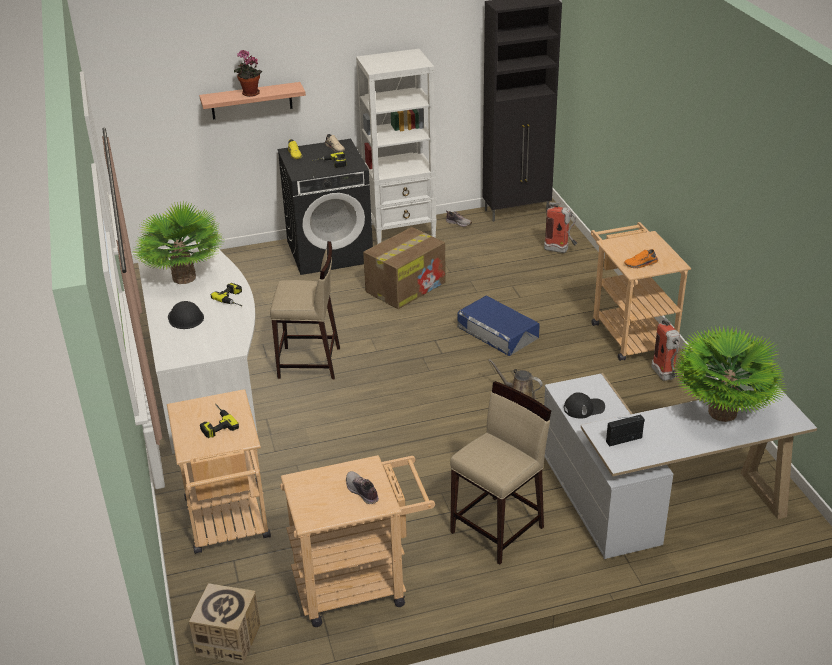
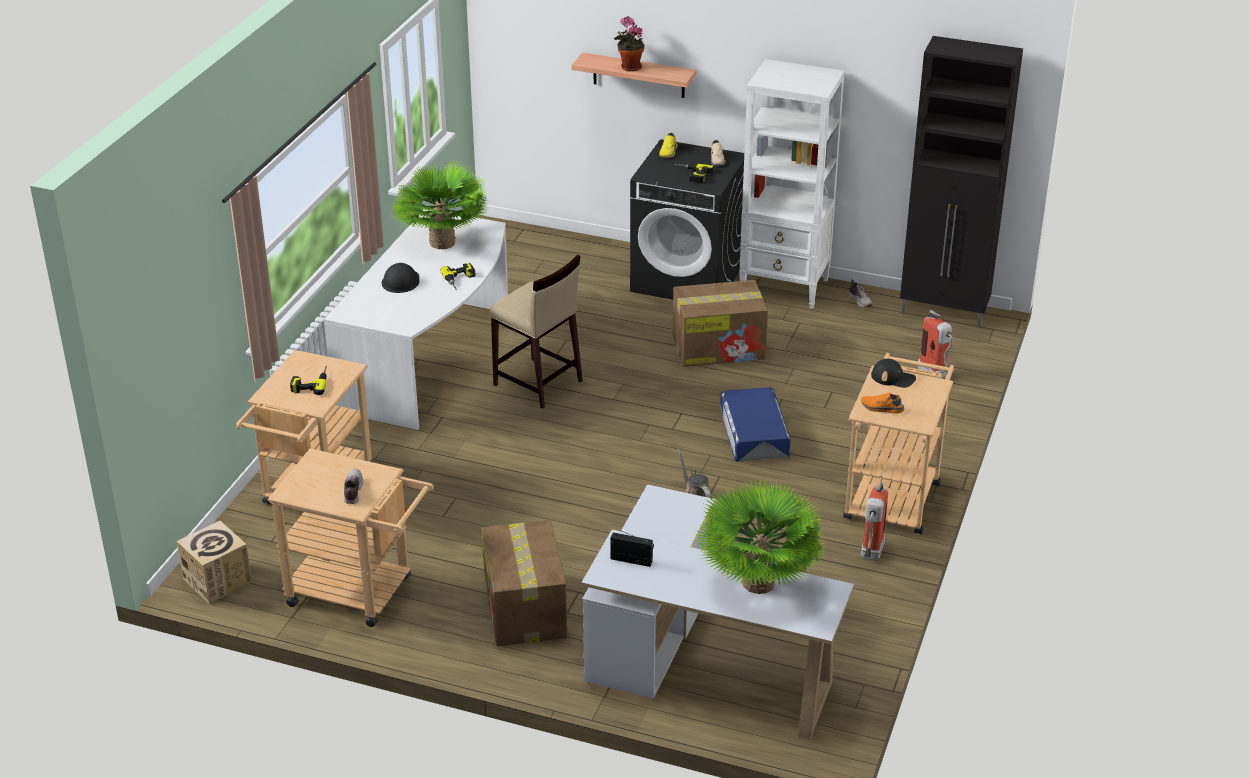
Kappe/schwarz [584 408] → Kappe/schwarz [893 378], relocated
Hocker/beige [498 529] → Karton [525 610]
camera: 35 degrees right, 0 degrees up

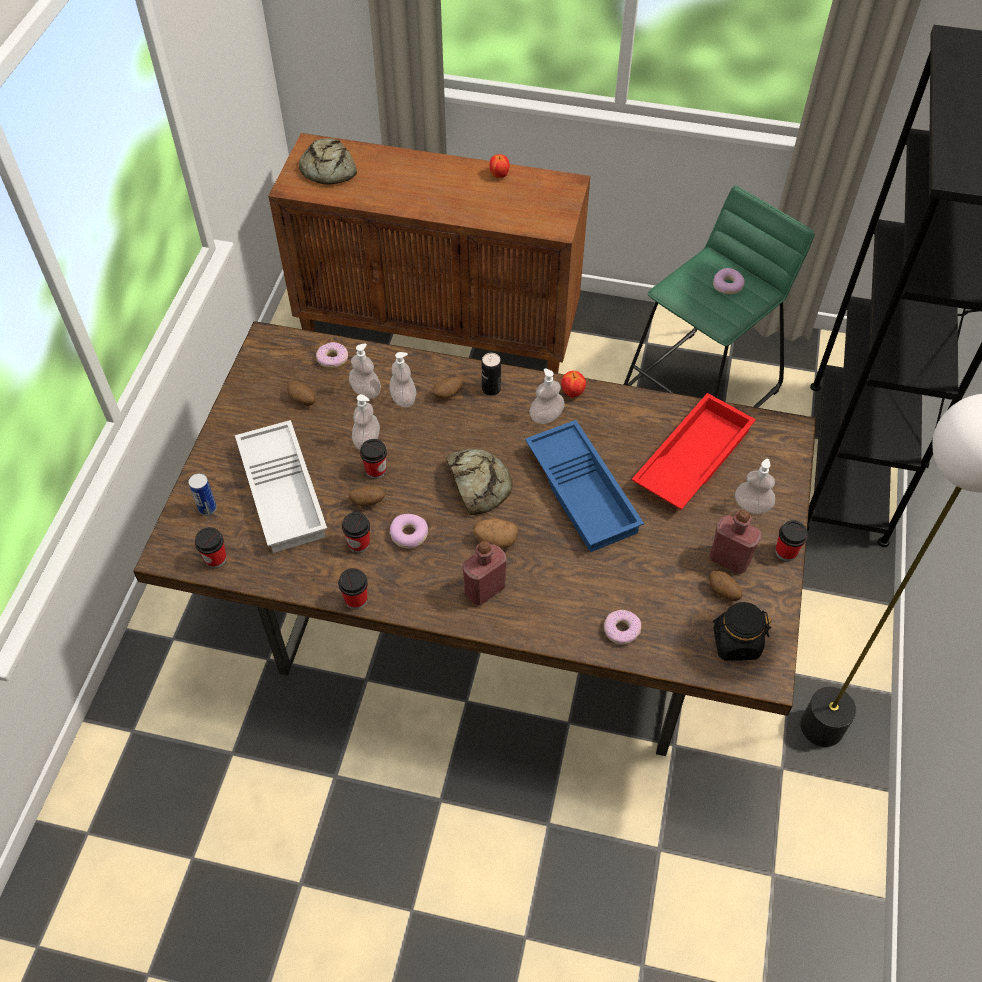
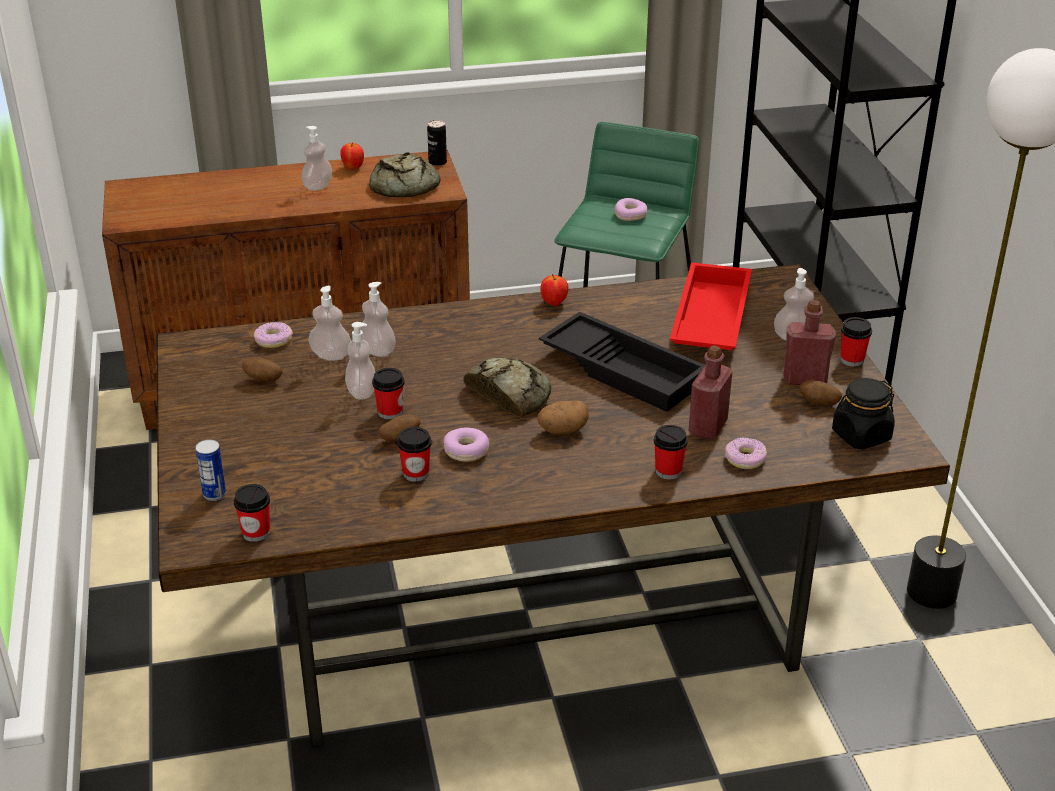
Tablett/weiß [285 492] → -
Kartoffel [448 394] → -
Brot [328 169] → Brot [402 186], relocated
Tasse [356 600] → Tasse [668 471], relocated
Flasche/rot [484 589] → Flasche/rot [708 427], relocated
Dose [491 389] → Dose [437 162], relocated
Seifenspender [546 416] → Seifenspender [318 186], relocated
Tablett/blau [584 491] → Tablett/schwarz [624 370]
camera: 25 degrees left, 20 degrees down

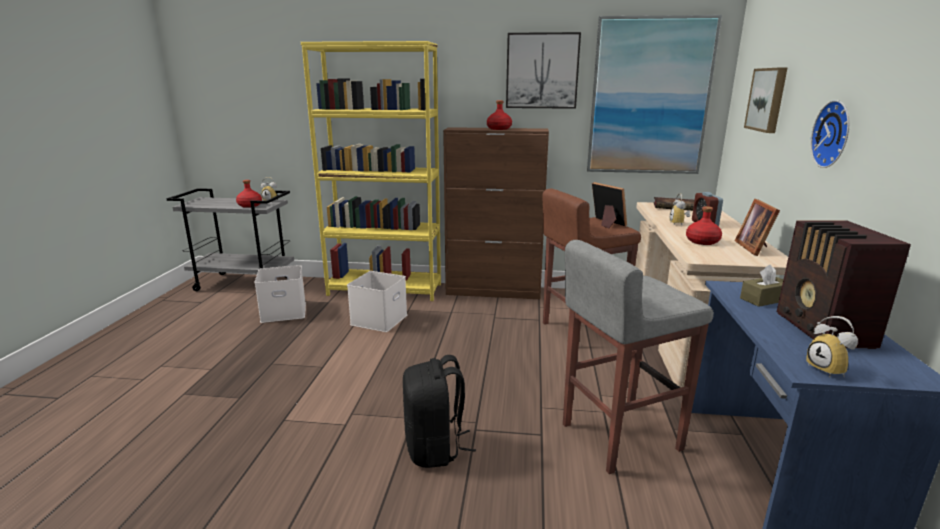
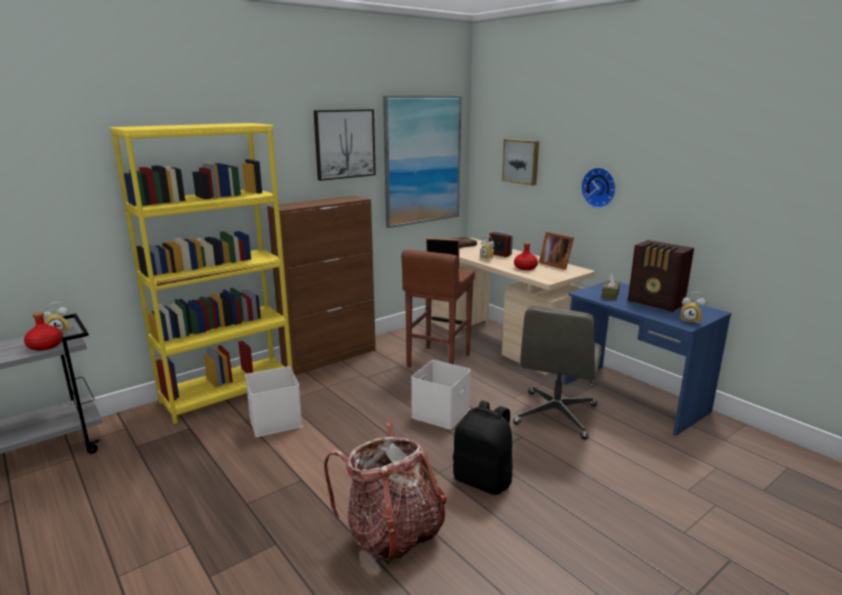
Flasche/rot [499 129] → -
- → Rucksack [392 533]
Aufbewahrungsbox/weiß [284 311] → Aufbewahrungsbox/weiß [440 412], relocated
Hocker/grau [618 436] → Bürostuhl/grau [556 415]
camera: 45 degrees left, 0 degrees up

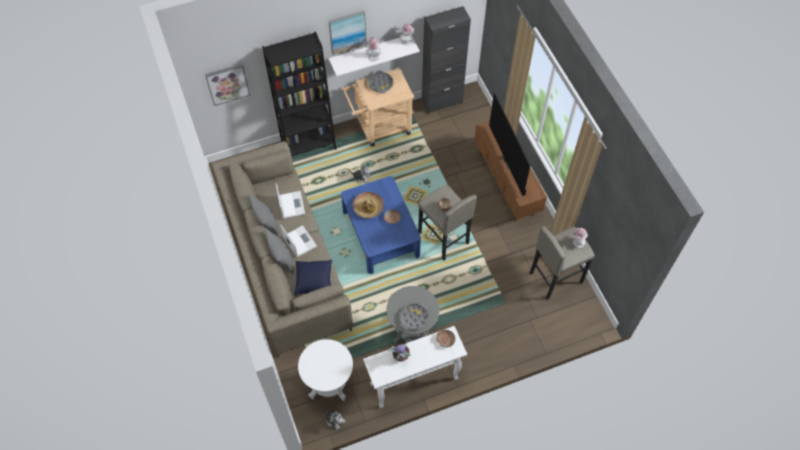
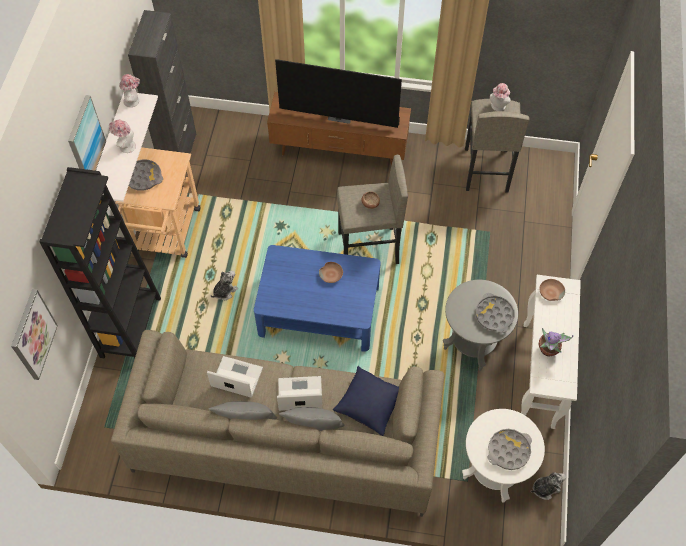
Hut [368 207] → -
- → Tablett/grau [508 450]
camera: 60 degrees left, 0 degrees up

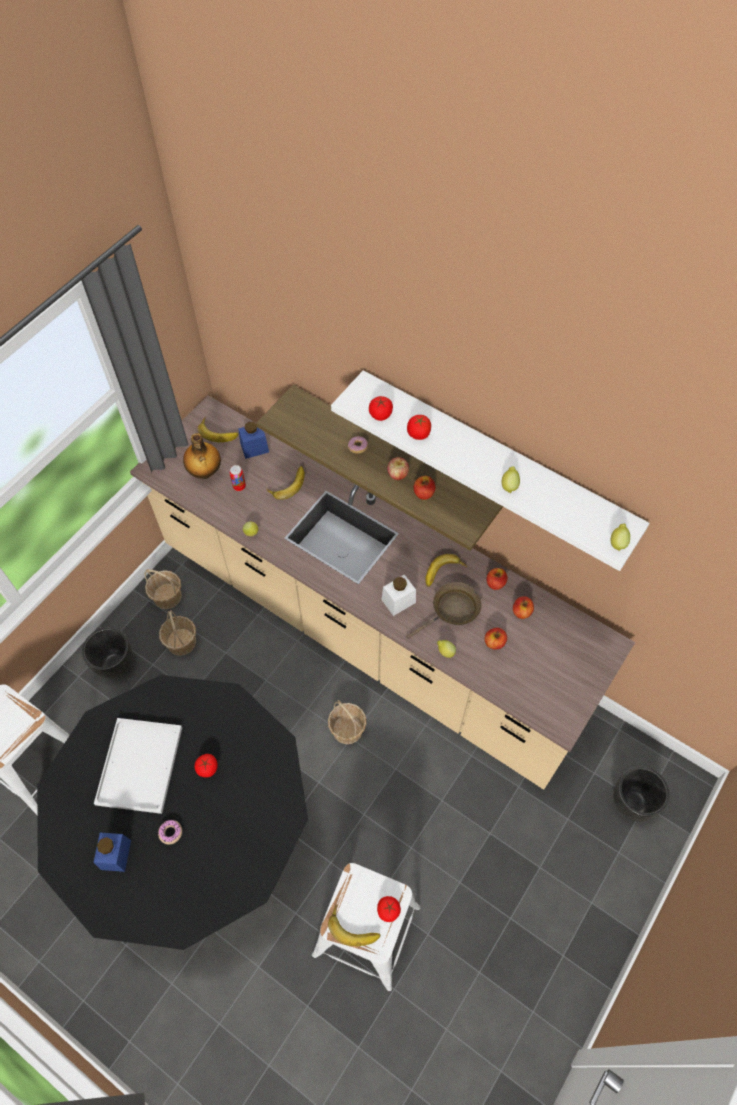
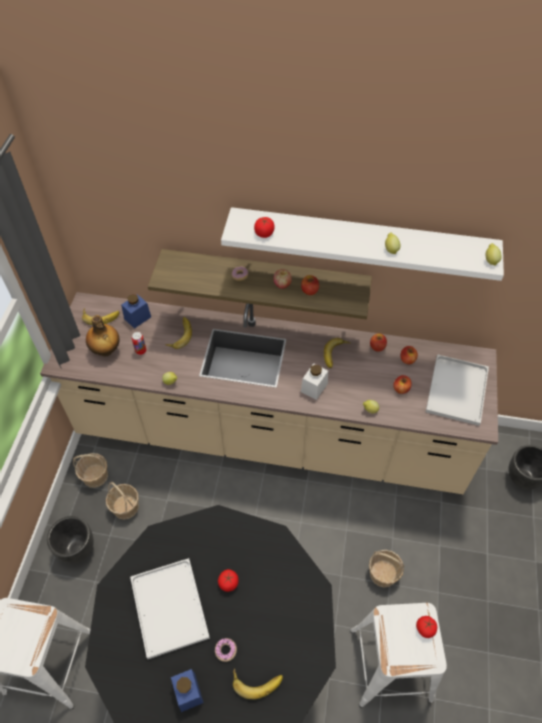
Pfanne/braun [452 610] → -
Tomate [418 434] → -
- → Tablett/weiß [456 389]
Korb [347 729] → Korb [383 573], relocated
Banane [354 926] → Banane [257 679], relocated
camera: 25 degrees left, 5 degrees down

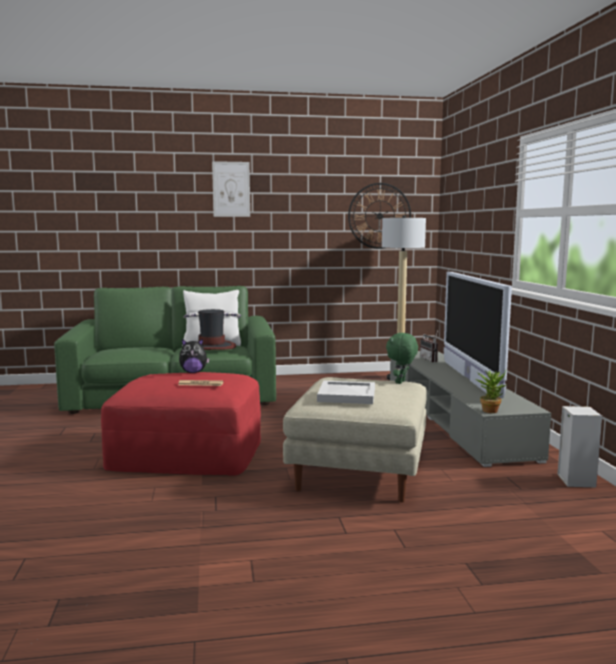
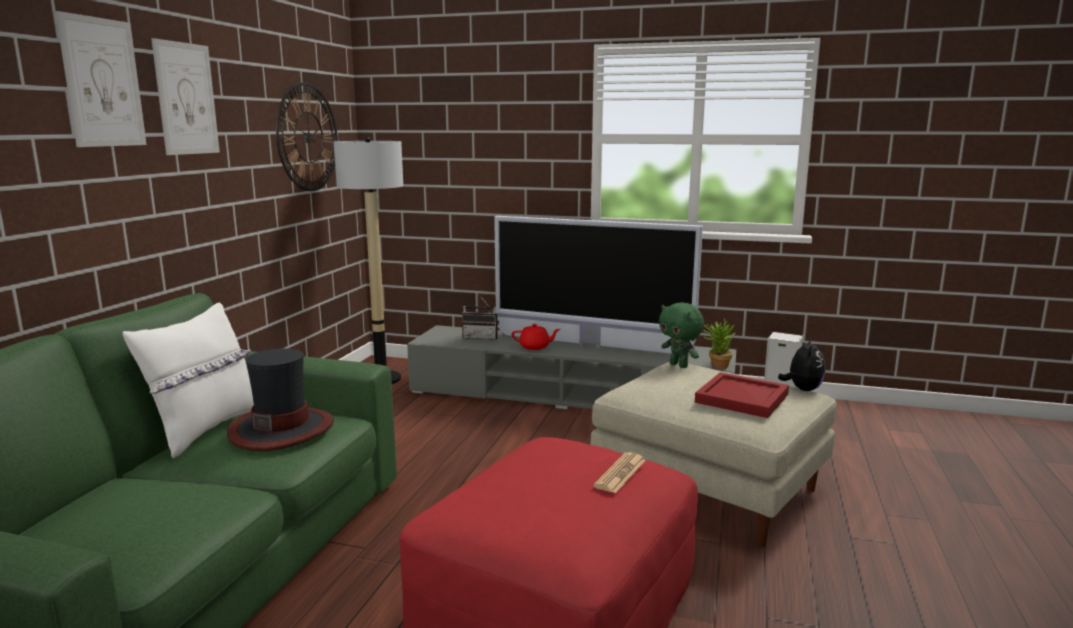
- → Bild [186 99]
- → Teekanne/rot [535 347]
Plüschtier [193 372] → Plüschtier [802 389], relocated
Tablett/weiß [348 395] → Tablett/rot [741 398]
camera: 65 degrees left, 5 degrees up

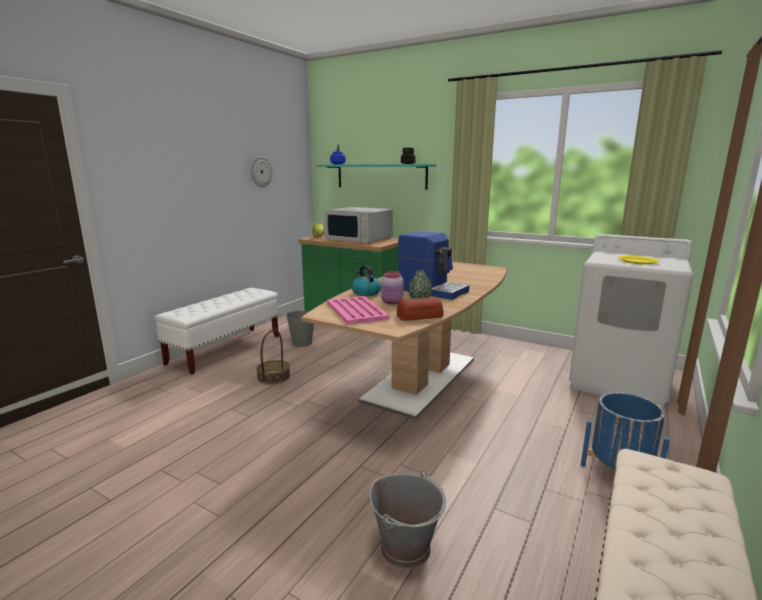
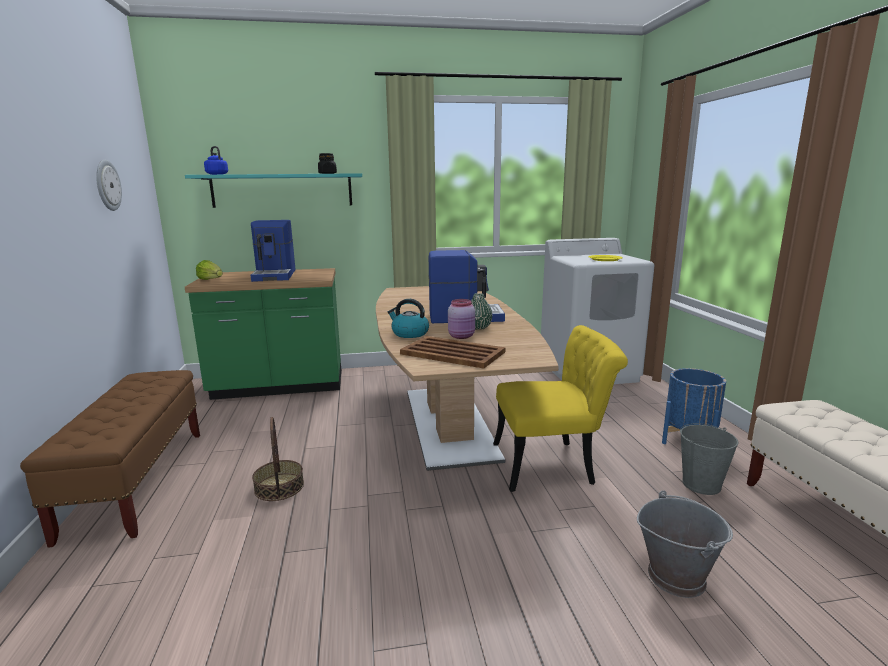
Brot [420 316] → -
- → Stuhl/gelb [553 464]
Eimer/grau [302 343] → Eimer/grau [701 484], relocated
Mikrowelle/weiß [359 239] → Kaffeemaschine [275 275]
Bank/weiß [225 350] → Bank/braun [138 482]
Tablett/rosa [356 311] → Tablett/braun [453 353]
camera: 40 degrees left, 0 degrees up

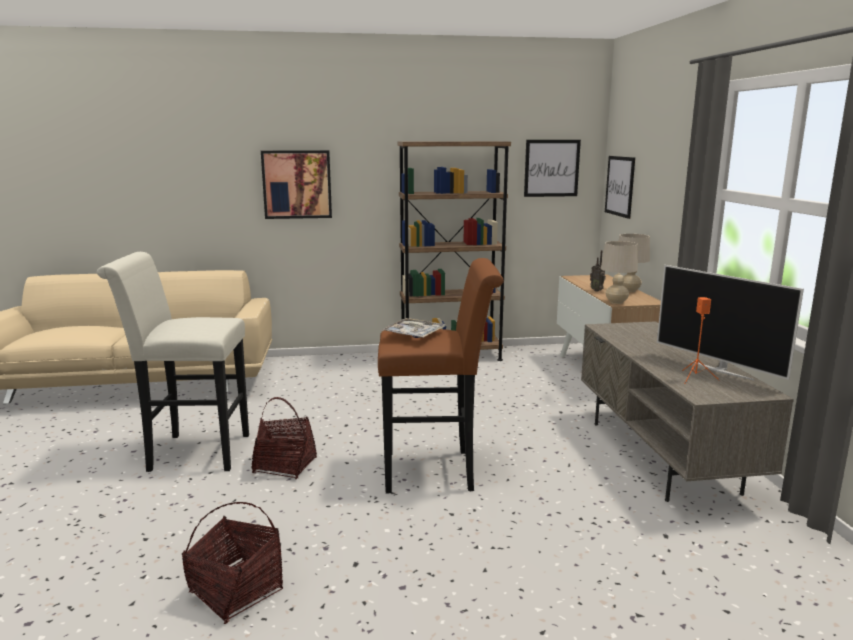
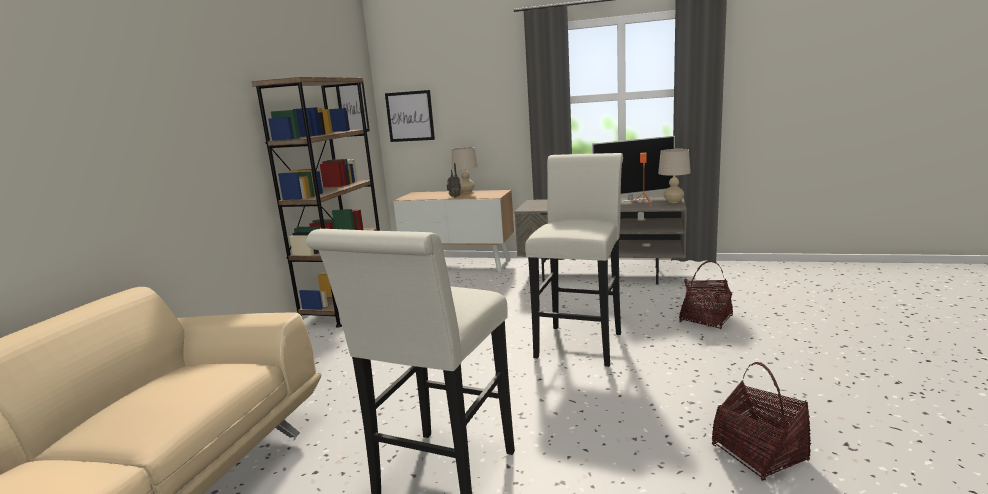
Bild [297 184] → -
Tablett [414 334] → -
Korb [285 466] → Korb [706 319], relocated
Tischlampe/beige [616 302] → Tischlampe/beige [673 202], relocated
Hocker/braun [437 471] → Hocker/weiß [581 342]
camera: 65 degrees left, 0 degrees up

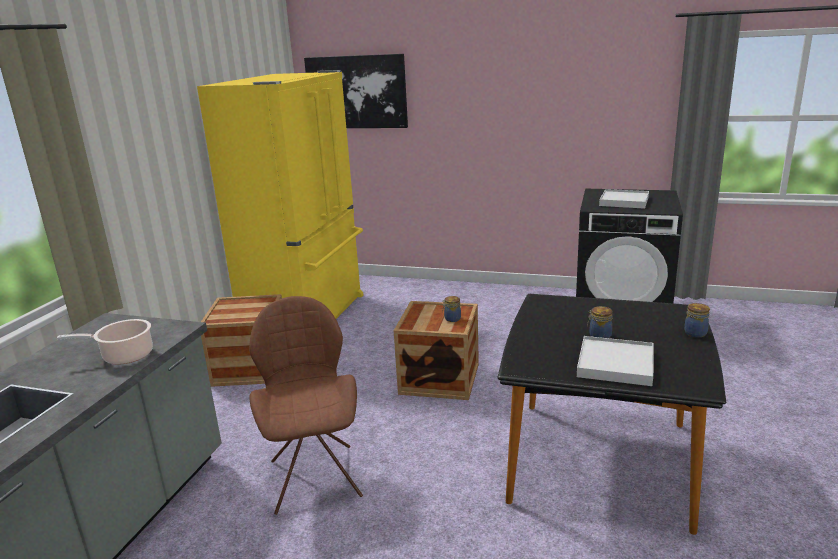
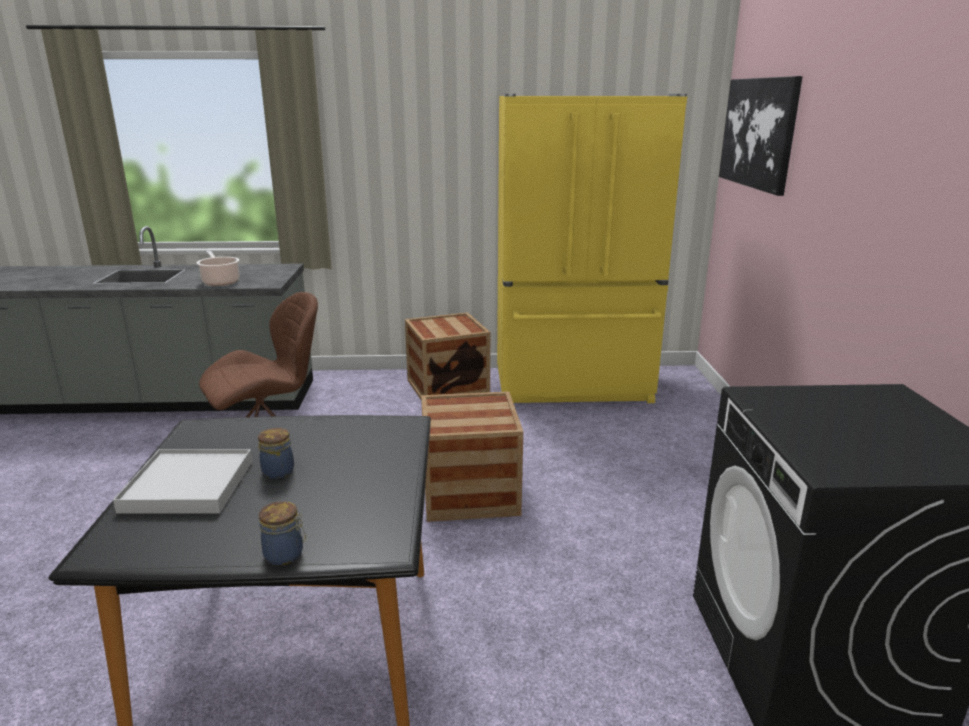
Vorratsglas [451 319] → -
Tablett/weiß [624 201] → -
camera: 70 degrees right, 0 degrees up

